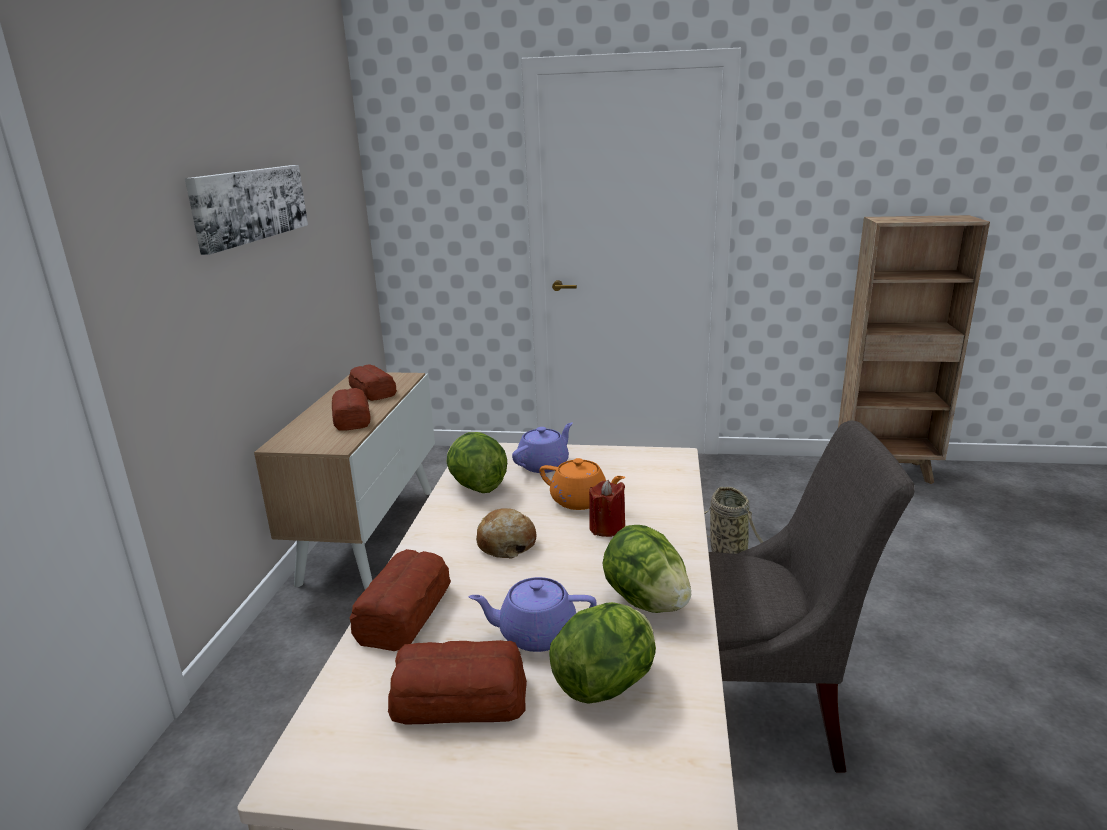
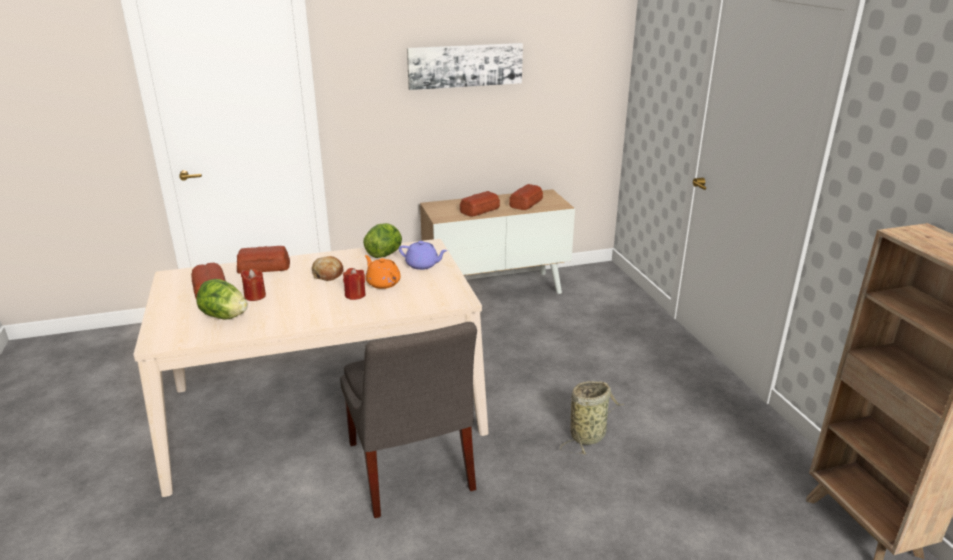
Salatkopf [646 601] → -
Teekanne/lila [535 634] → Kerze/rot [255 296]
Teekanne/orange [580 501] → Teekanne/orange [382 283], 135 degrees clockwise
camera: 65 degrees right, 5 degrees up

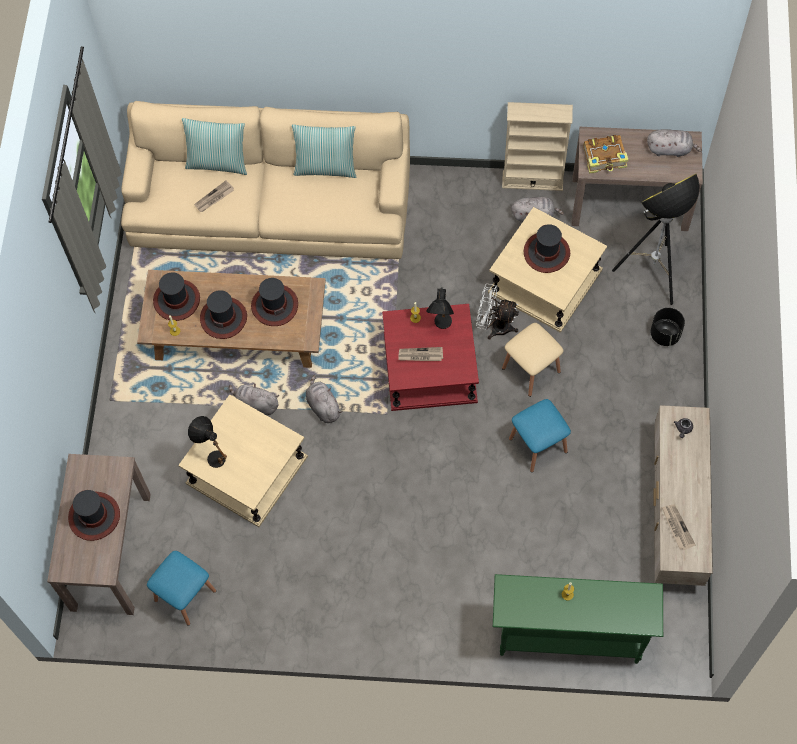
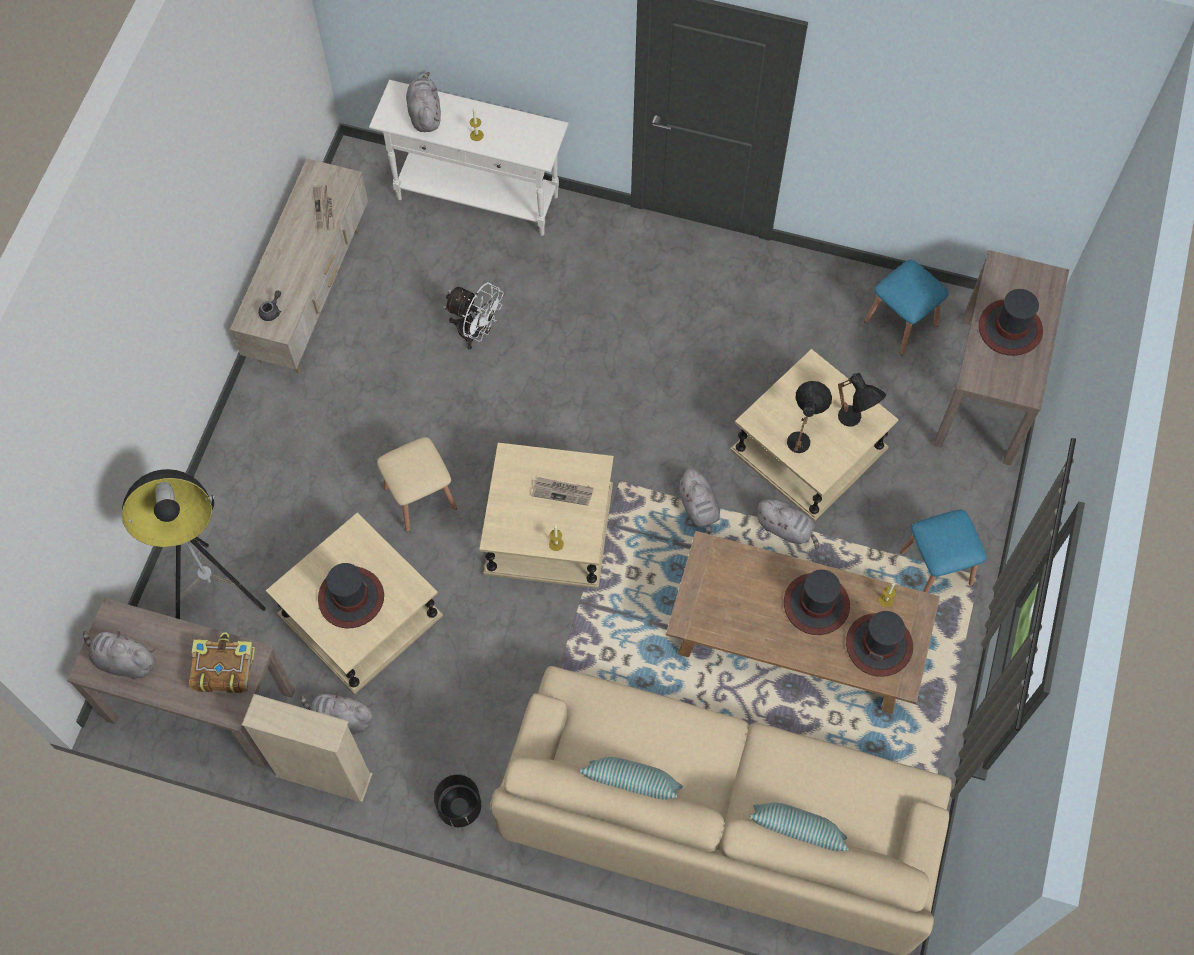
Zeitung [214 198] → -
Hut [274 305] → -
- → Plüschtier/grau [425 113]
Tischlampe/schwarz [441 327] → Tischlampe/schwarz [802 435], relocated
Ventilator/weiß [494 326] → Ventilator/weiß [476 332], relocated
Hocker/blau [538 445] → Hocker/blau [936 568], relocated
Pflanzkübel/schwarz [665 334] → Pflanzkübel/schwarz [459 807], relocated
Beistelltisch/rot [430 368] → Beistelltisch/beige [549 528]
Konsolentisch/grün [568 637] → Konsolentisch/weiß [478 198]
camera: 170 degrees left, 0 degrees up

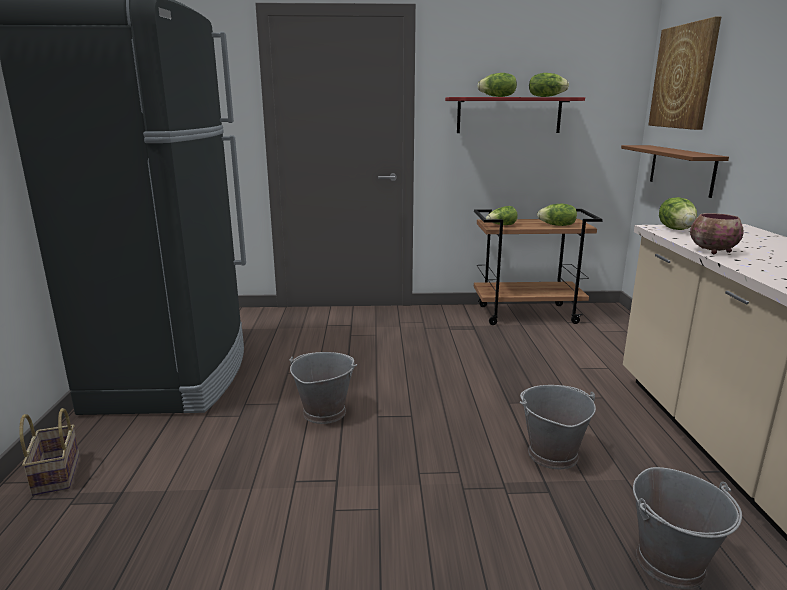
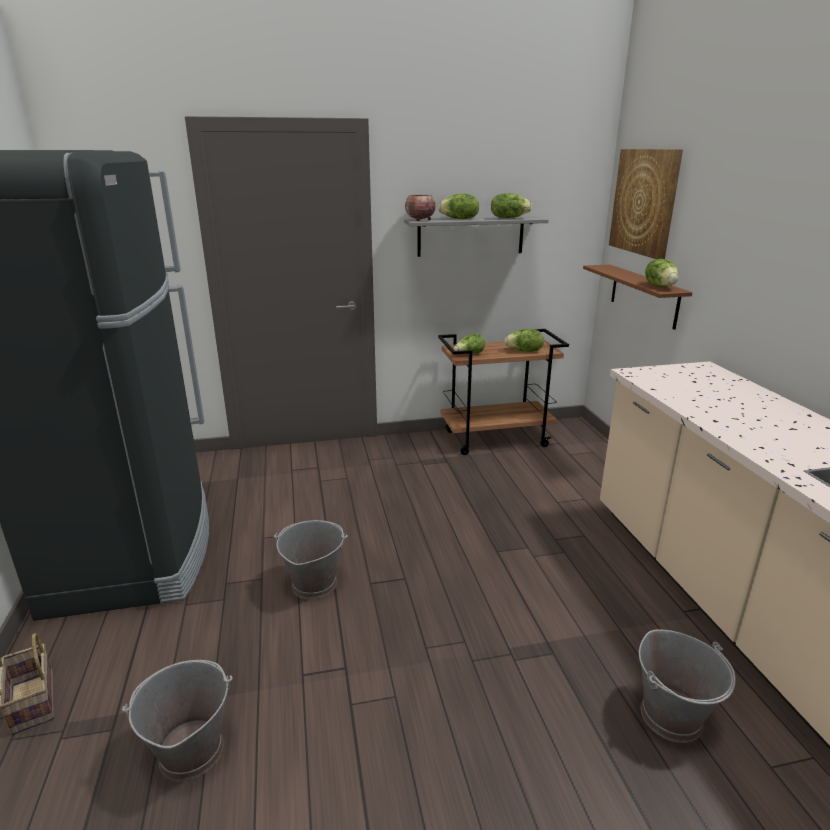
Eimer/grau [551 454] → Eimer/grau [190 752], relocated
Salatkopf [676 229] → Salatkopf [660 286], relocated
Schüssel [712 251] → Schüssel [420 220], relocated
Wandregal/rot [509 115] → Wandregal/grau [470 236]
camera: 10 degrees left, 5 degrees up

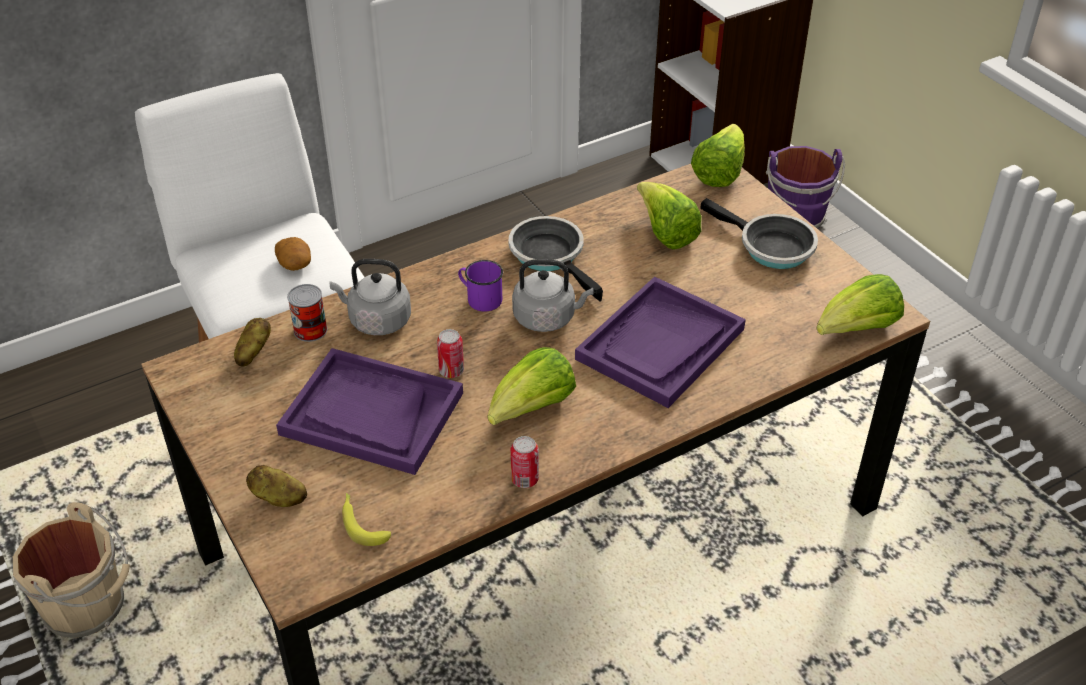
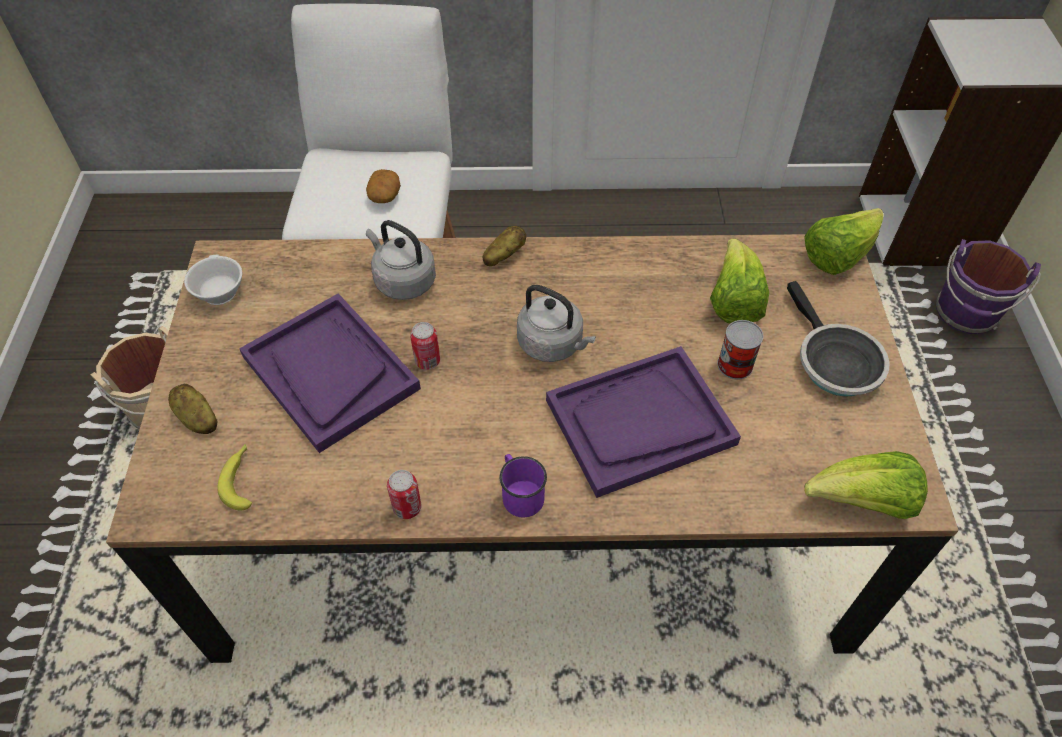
Salatkopf [532 409] → -
Pfanne [551 256] → -
- → Tasse/weiß [217 291]
Kartoffel [253 352] → Kartoffel [504 256], relocated
Dose [310 330] → Dose [735 365], relocated
Henkelbecher/lila [480 298] → Henkelbecher/lila [520 493], relocated
camera: 30 degrees right, 10 degrees up

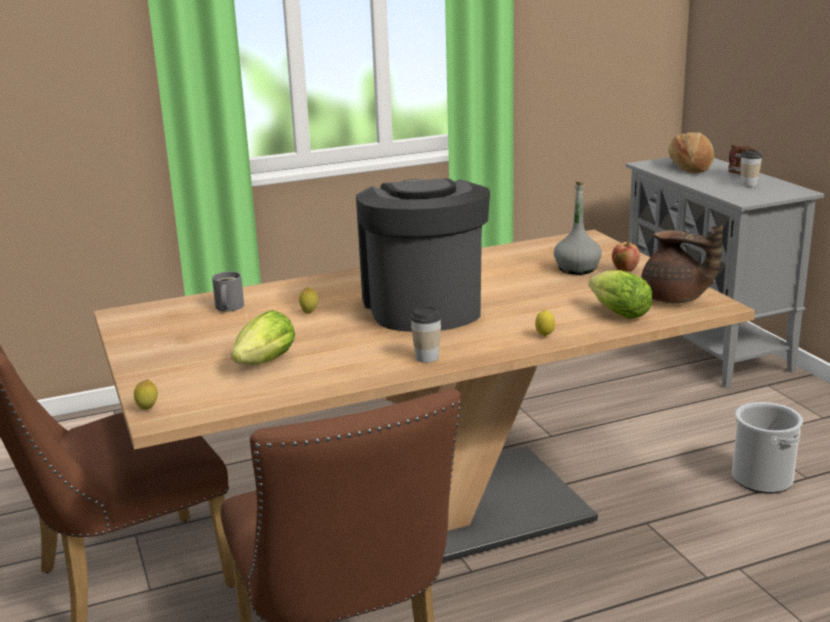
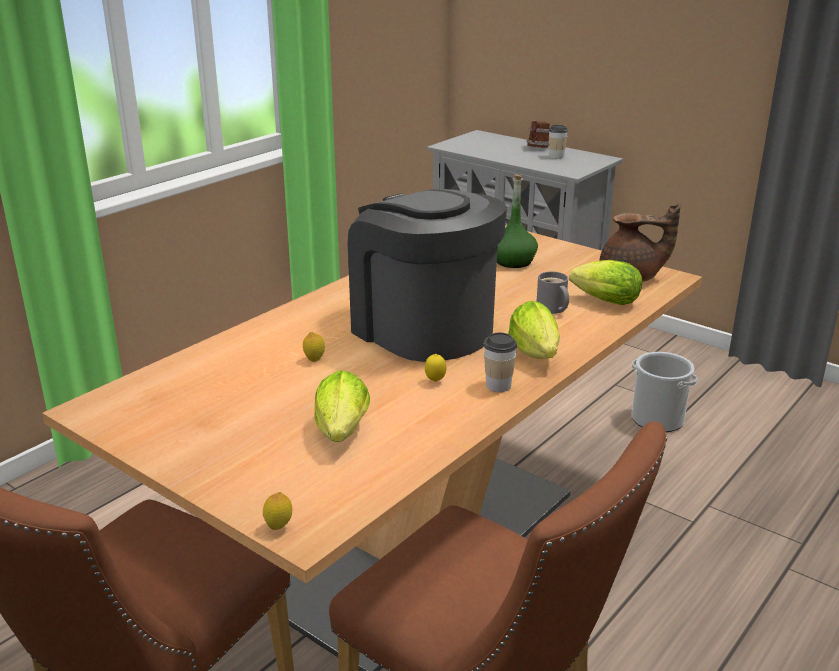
Apfel [625 270] → -
Brot [691 167] → -
- → Salatkopf [536 356]
Henkelbecher/grau [228 307] → Henkelbecher/grau [552 309], relocated
Zitrone [544 336] → Zitrone [435 381], relocated
Flasche/grau [577 269] → Flasche/grün [513 261]
camera: 30 degrees left, 5 degrees up

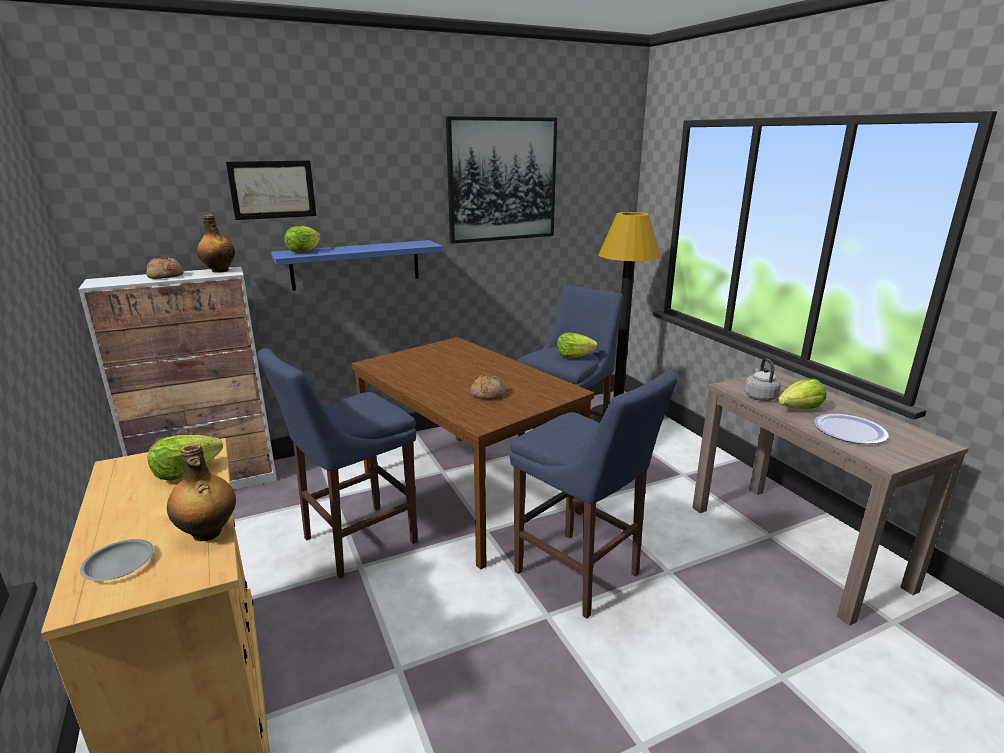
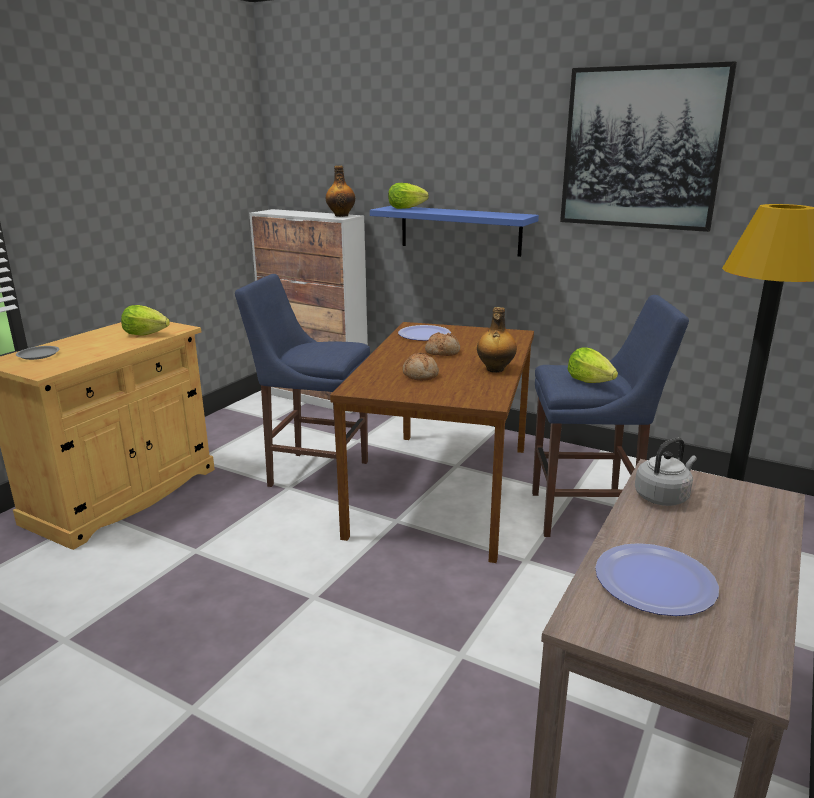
Bild [272 189] → -
Hocker/blau [581 576] → -
Salatkopf [800 409] → -
- → Teller [424 334]
Brot [166 276] → Brot [443 352], relocated
Flasche [207 533] → Flasche [495 369], relocated
camera: 55 degrees right, 0 degrees up

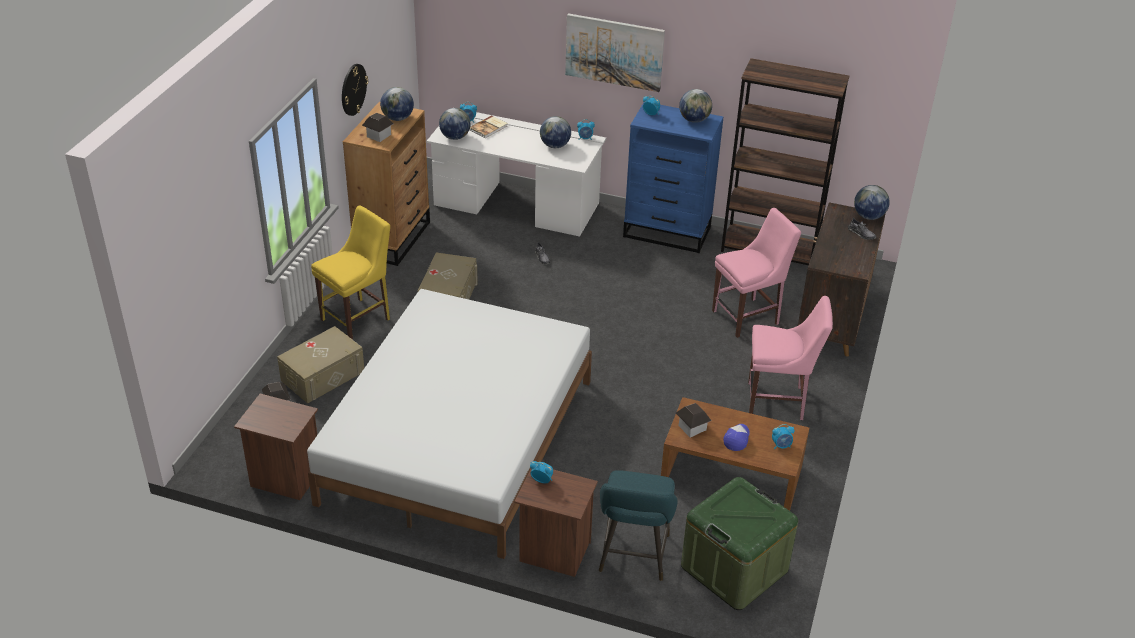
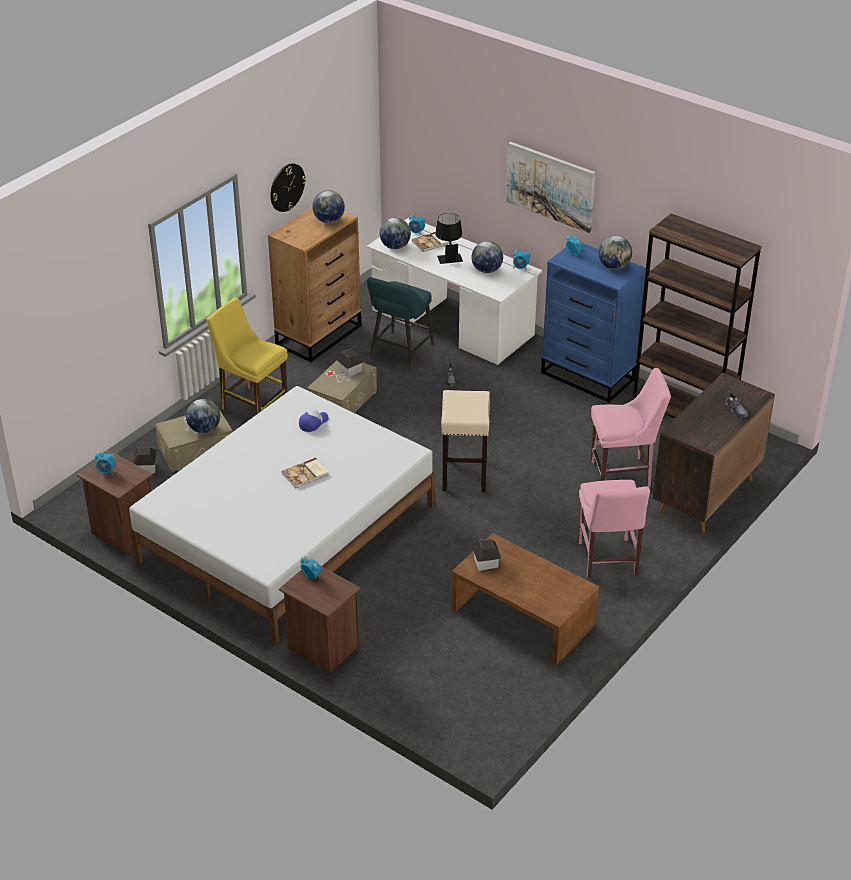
Aufbewahrungsbox/grün [734 568] → -
- → Buch [306 474]
- → Tischlampe/schwarz [448 255]
- → Hocker/beige [464 475]
Spielzeughaus [378 135] → Spielzeughaus [350 370], relocated
Hocker/türkis [633 557] → Hocker/türkis [400 353], relocated
Kappe [736 439] → Kappe [313 423], relocated
Wecker [781 446] → Wecker [106 471], relocated
Globus [868 216] → Globus [204 429], relocated
Stuhl/gelb [358 318] → Stuhl/gelb [252 404], 120 degrees counterclockwise
Stuhl/rosa [779 401] → Stuhl/rosa [607 560], 60 degrees clockwise
camera: 20 degrees right, 0 degrees up

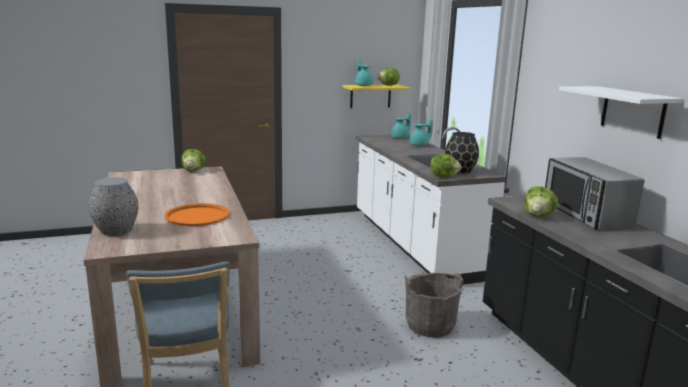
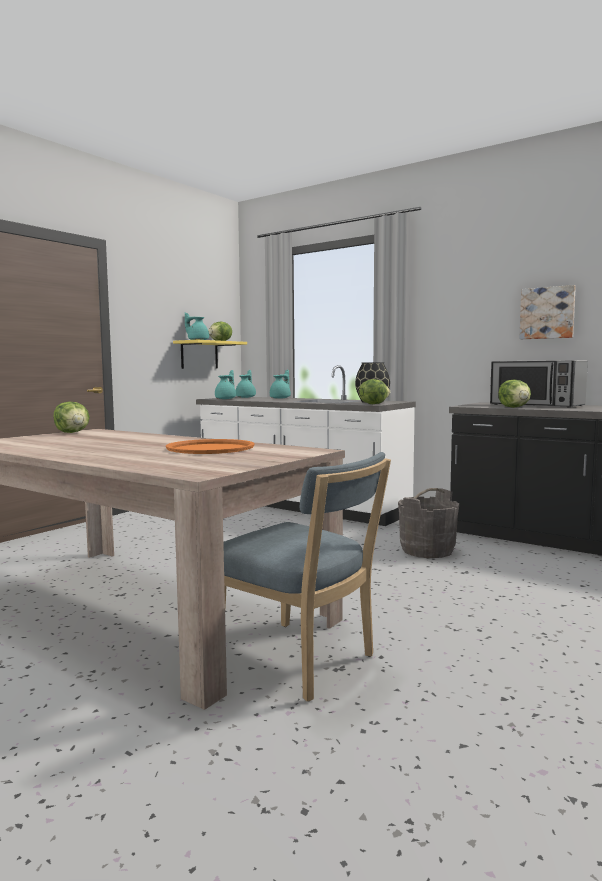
Vase/grau [116 230] → -
- → Teekanne/türkis [226 399]
Wandregal/weiß [632 111] → Bild [547 313]
camera: 35 degrees left, 10 degrees down

